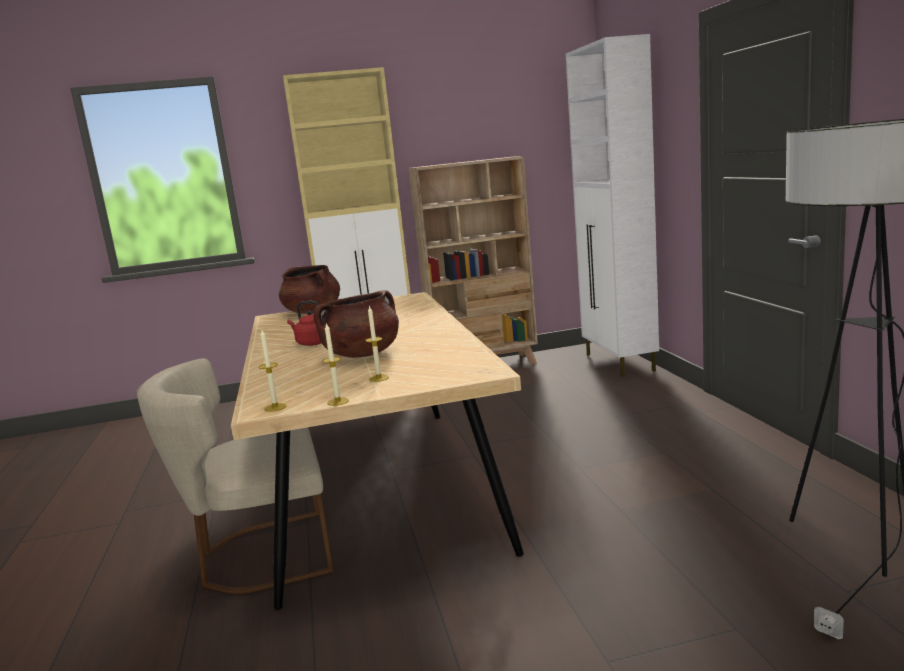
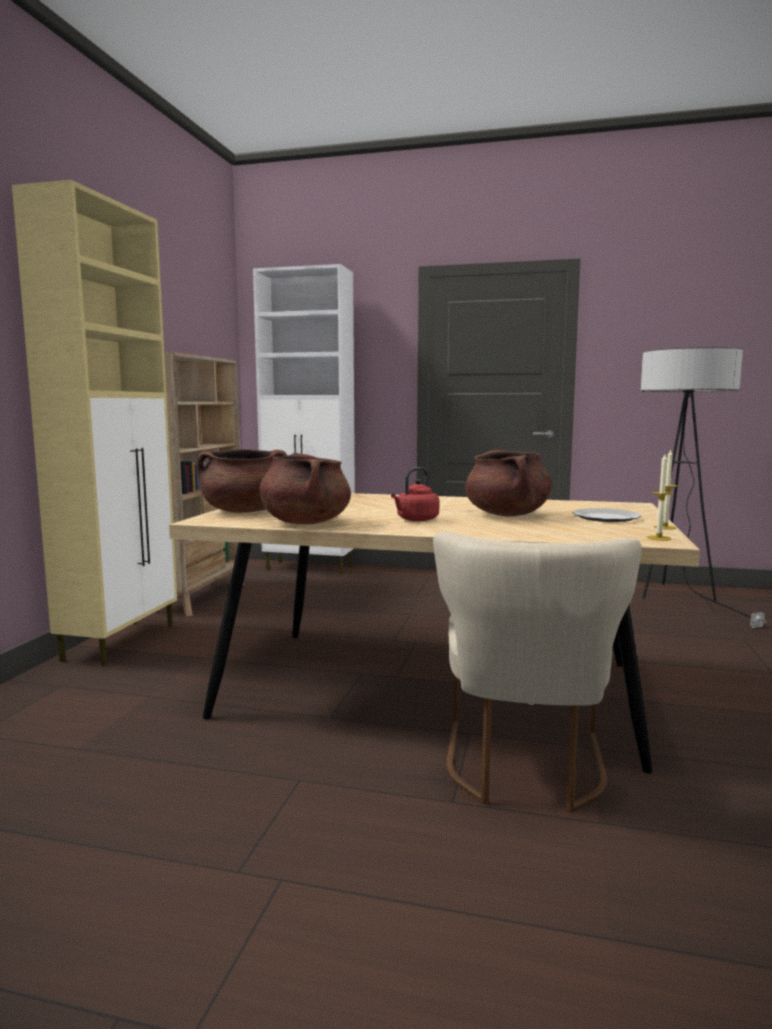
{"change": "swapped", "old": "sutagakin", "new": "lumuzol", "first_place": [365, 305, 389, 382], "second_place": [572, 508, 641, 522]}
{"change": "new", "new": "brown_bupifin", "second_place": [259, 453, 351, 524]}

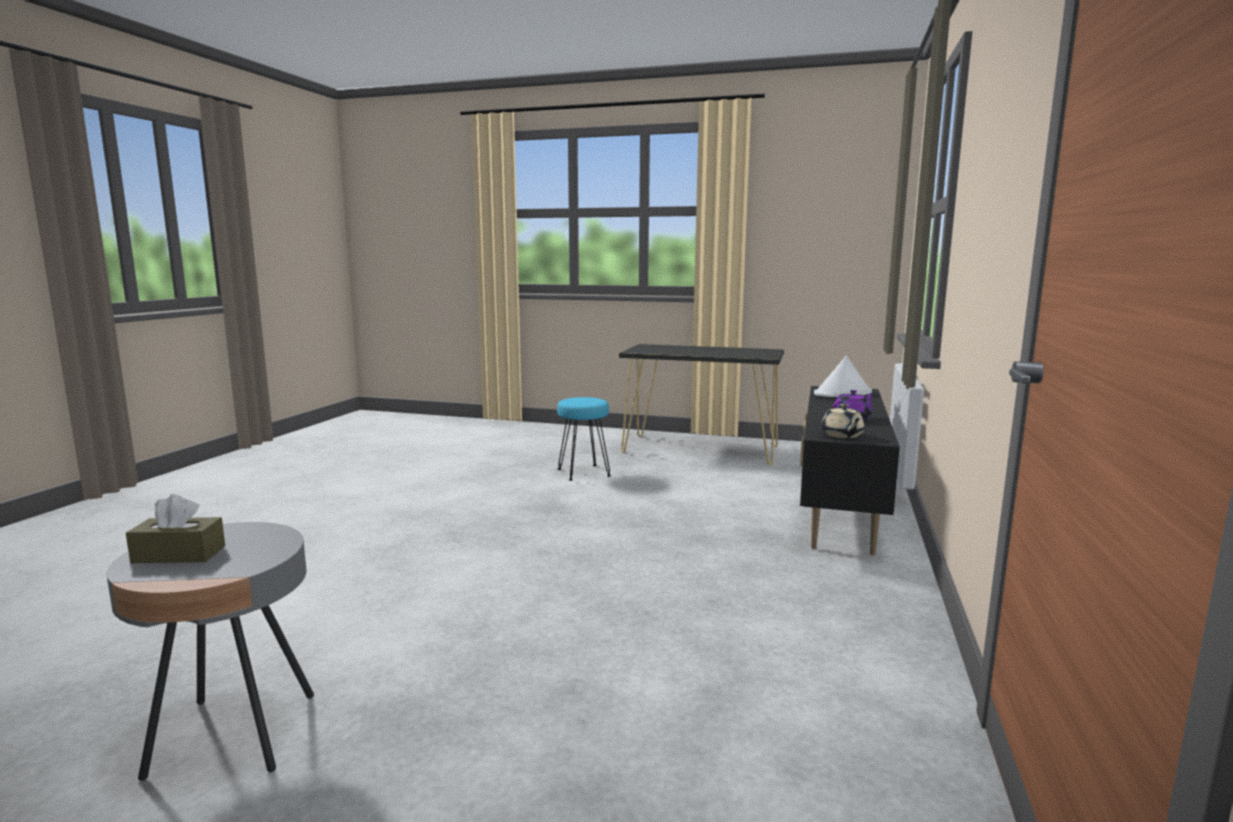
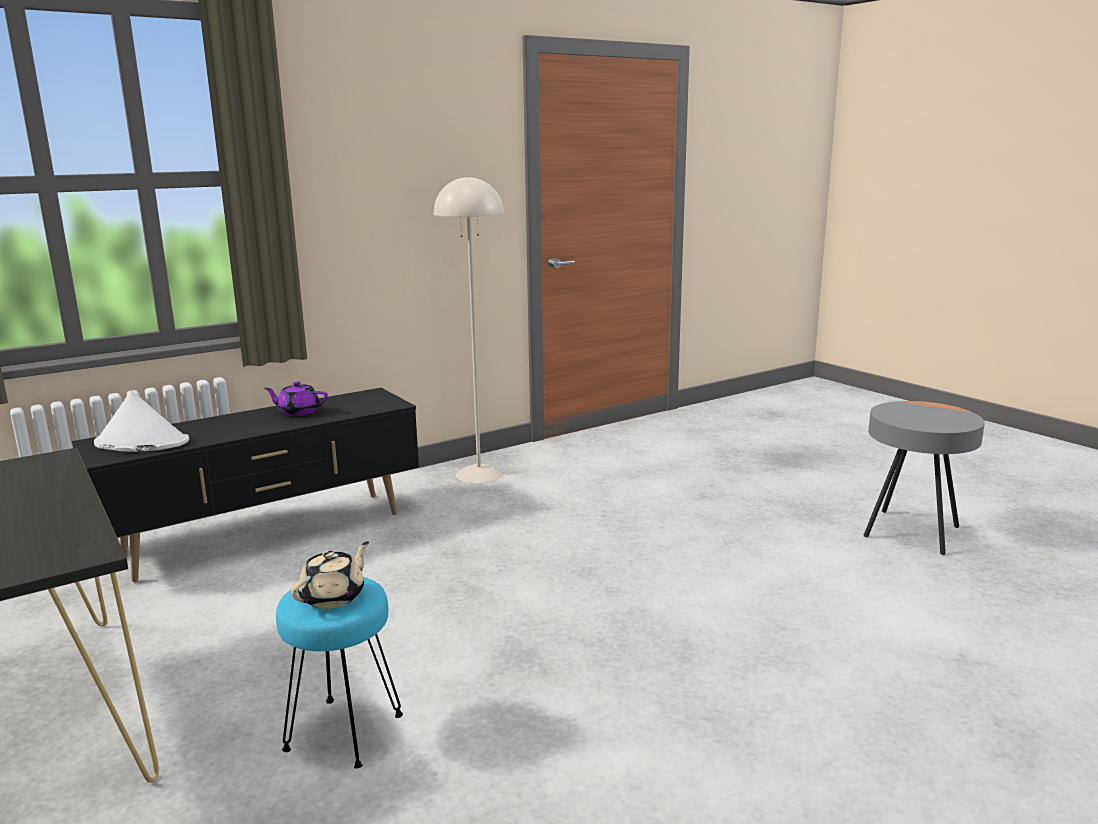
{"change": "shifted", "old": "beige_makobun", "first_place": [821, 404, 864, 438], "second_place": [291, 541, 369, 609]}
{"change": "gone", "old": "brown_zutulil", "first_place": [126, 494, 225, 563]}
{"change": "new", "new": "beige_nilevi", "second_place": [434, 175, 504, 483]}

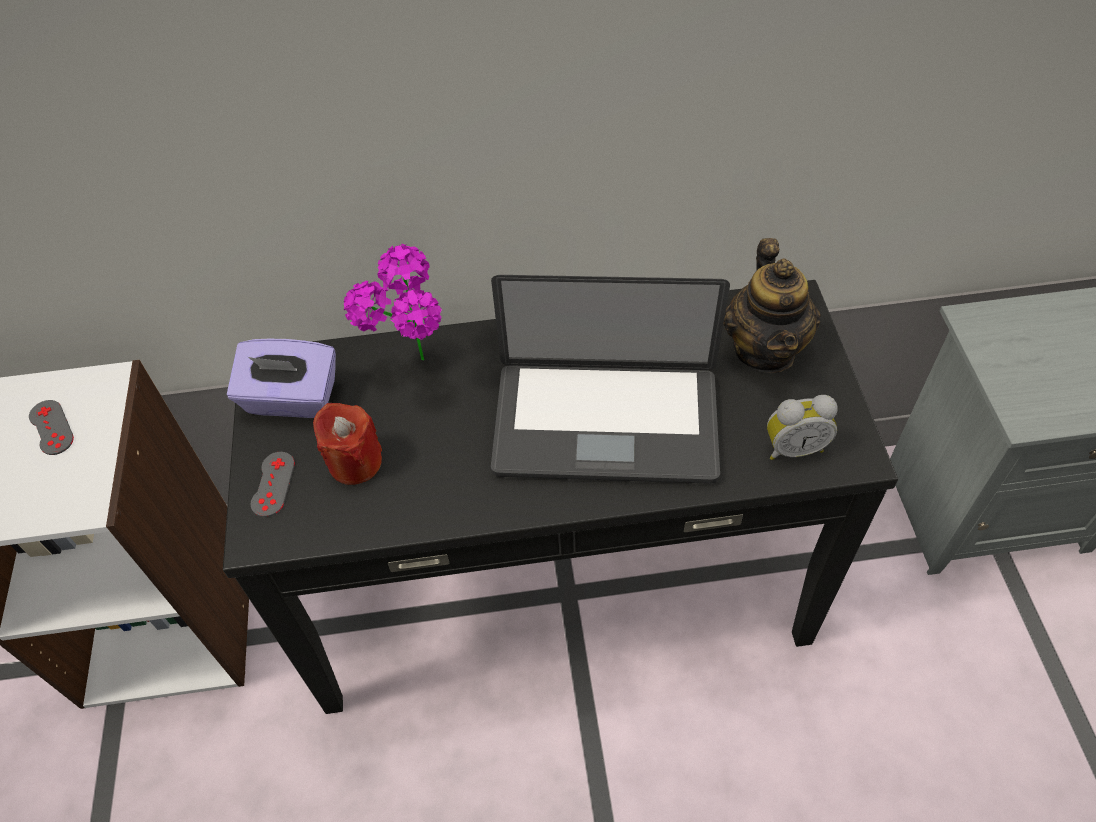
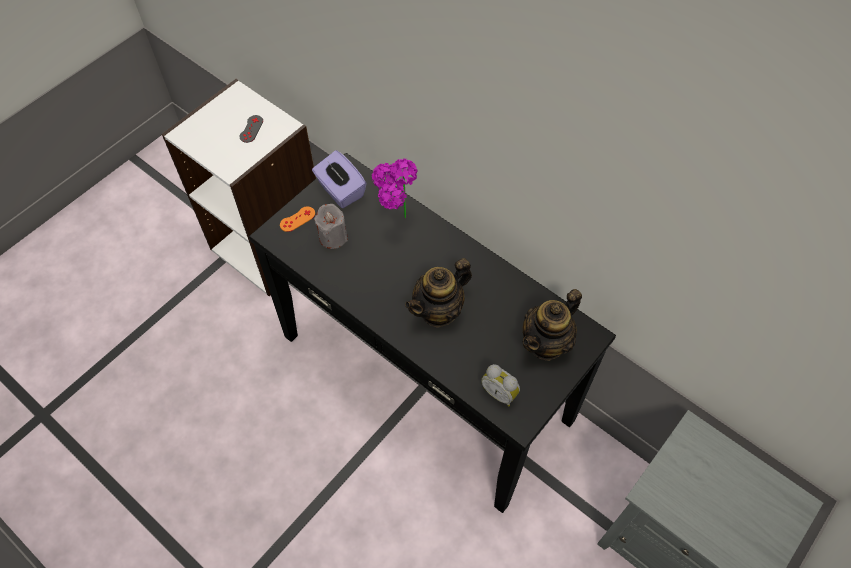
{"change": "swapped", "old": "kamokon", "new": "makobun", "first_place": [491, 275, 730, 484], "second_place": [405, 258, 472, 328]}
{"change": "repainted", "old": "red_sutagakin", "new": "grey_sutagakin", "first_place": [313, 403, 382, 485], "second_place": [314, 204, 348, 249]}
{"change": "repainted", "old": "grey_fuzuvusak", "new": "orange_fuzuvusak", "first_place": [251, 452, 295, 517], "second_place": [280, 206, 315, 232]}

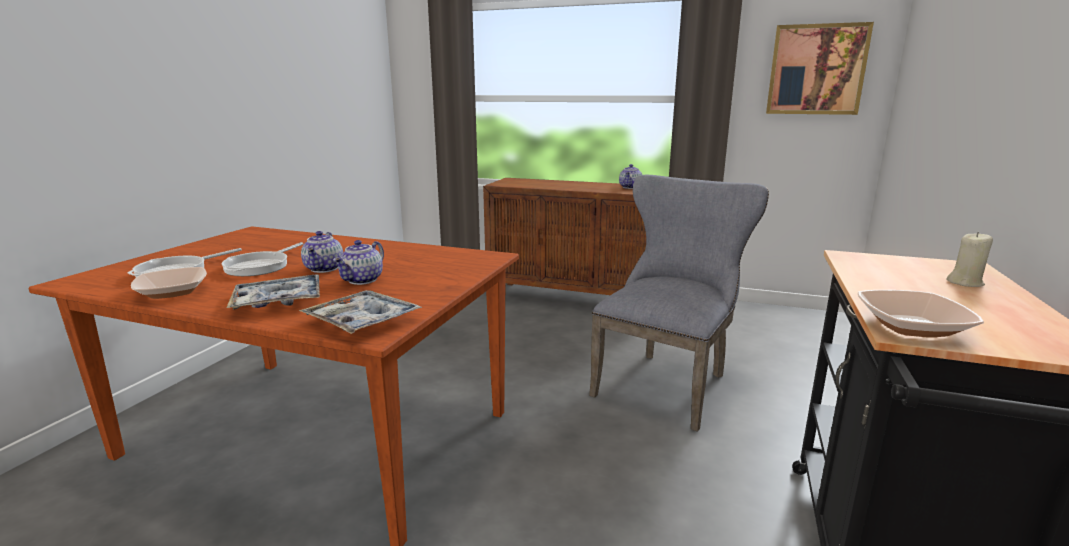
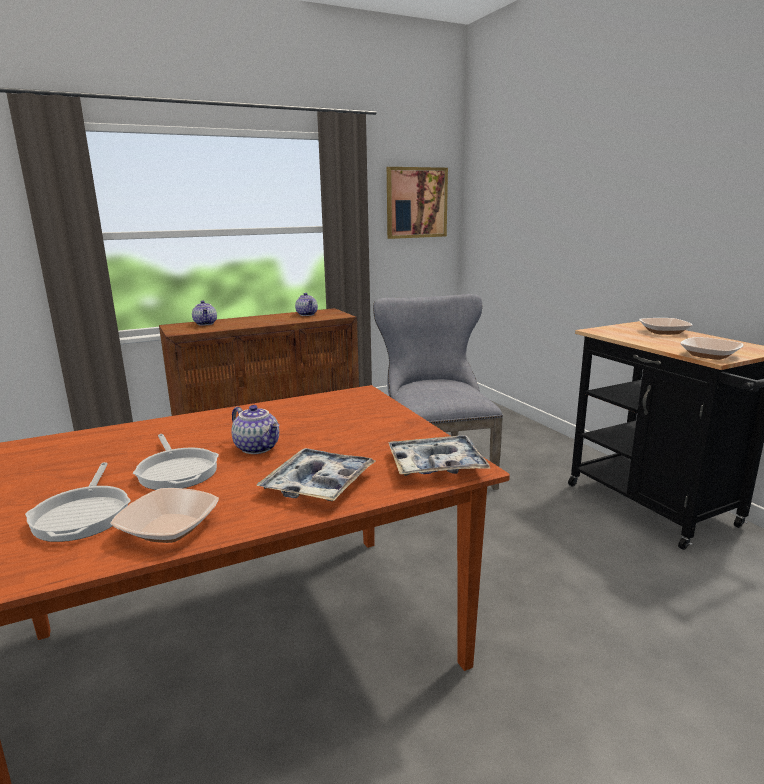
{"change": "swapped", "old": "beige_sutagakin", "new": "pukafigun", "first_place": [946, 232, 993, 287], "second_place": [639, 318, 692, 335]}
{"change": "shifted", "old": "makobun", "first_place": [333, 240, 384, 285], "second_place": [192, 300, 217, 326]}

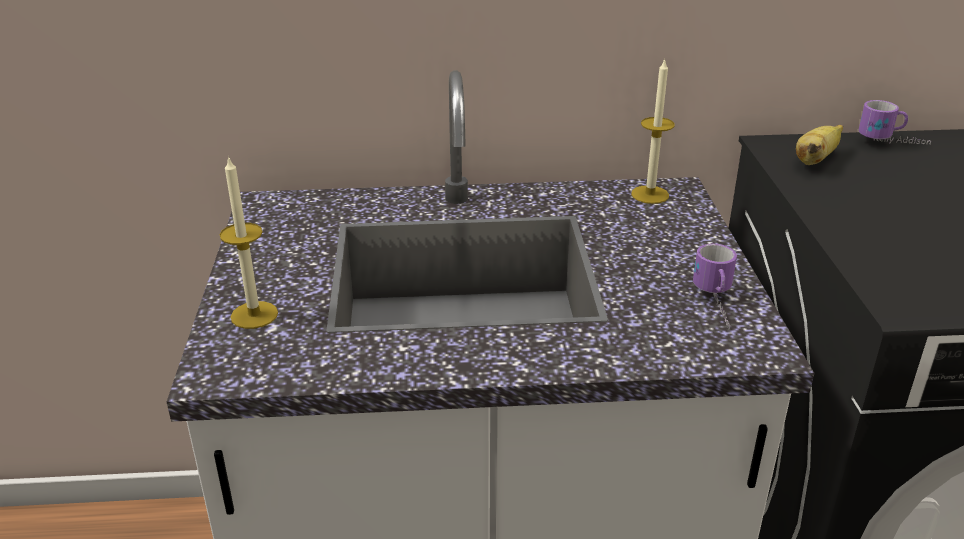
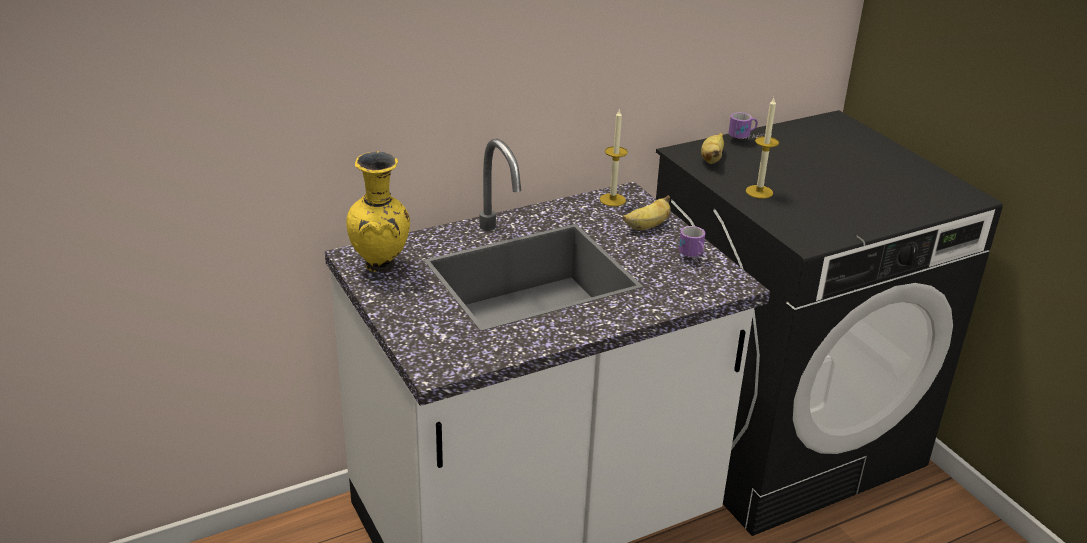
{"change": "shifted", "old": "sutagakin", "first_place": [220, 156, 278, 329], "second_place": [746, 98, 779, 199]}
{"change": "new", "new": "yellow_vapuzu", "second_place": [346, 152, 410, 273]}
{"change": "new", "new": "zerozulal", "second_place": [623, 196, 671, 230]}

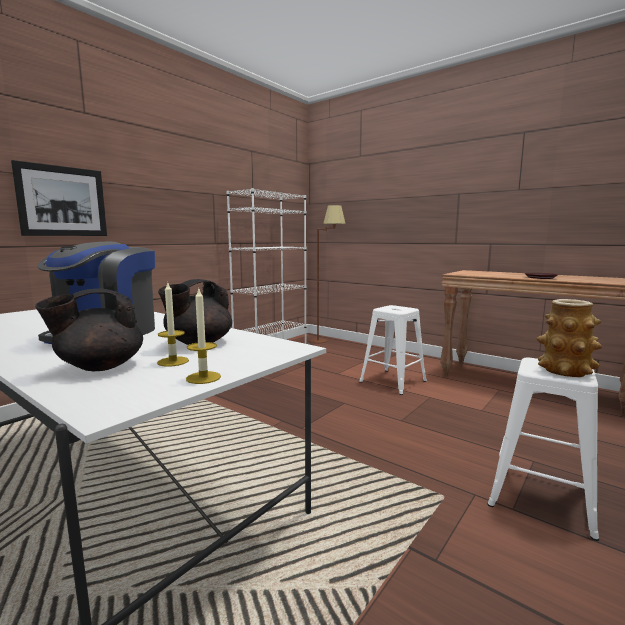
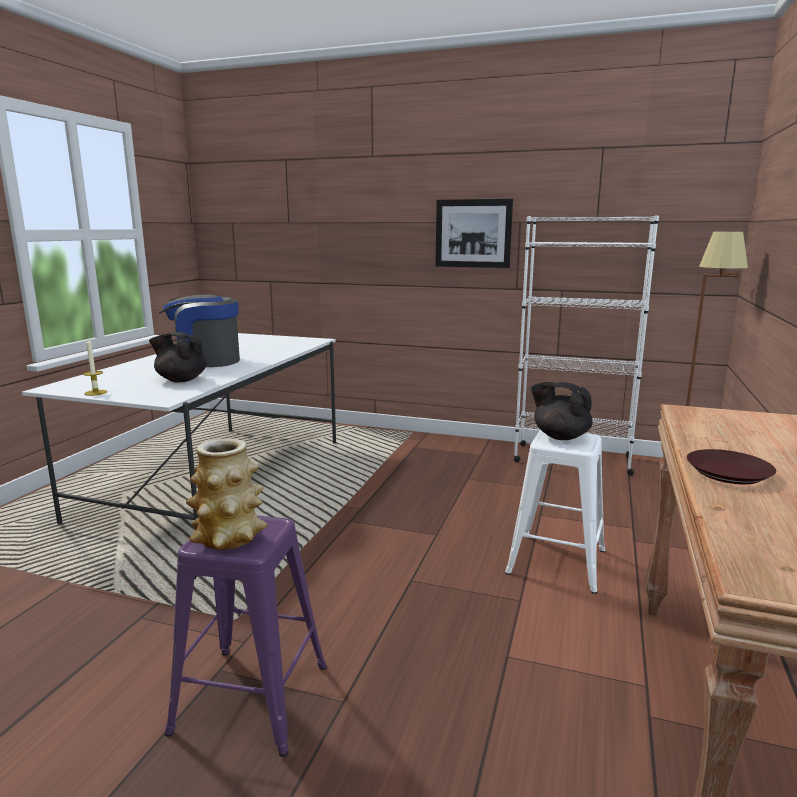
{"change": "shifted", "old": "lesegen", "first_place": [11, 160, 107, 236], "second_place": [436, 199, 513, 268]}
{"change": "gone", "old": "sutagakin", "first_place": [157, 283, 189, 367]}
{"change": "shifted", "old": "black_makobun", "first_place": [35, 289, 143, 371], "second_place": [531, 382, 593, 440]}
{"change": "repainted", "old": "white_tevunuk", "new": "purple_tevunuk", "first_place": [487, 358, 599, 541], "second_place": [165, 516, 327, 757]}

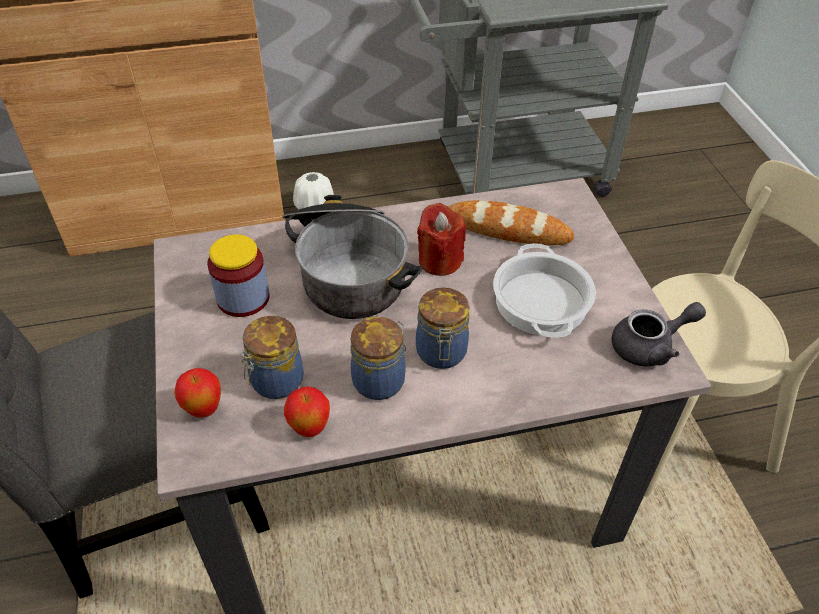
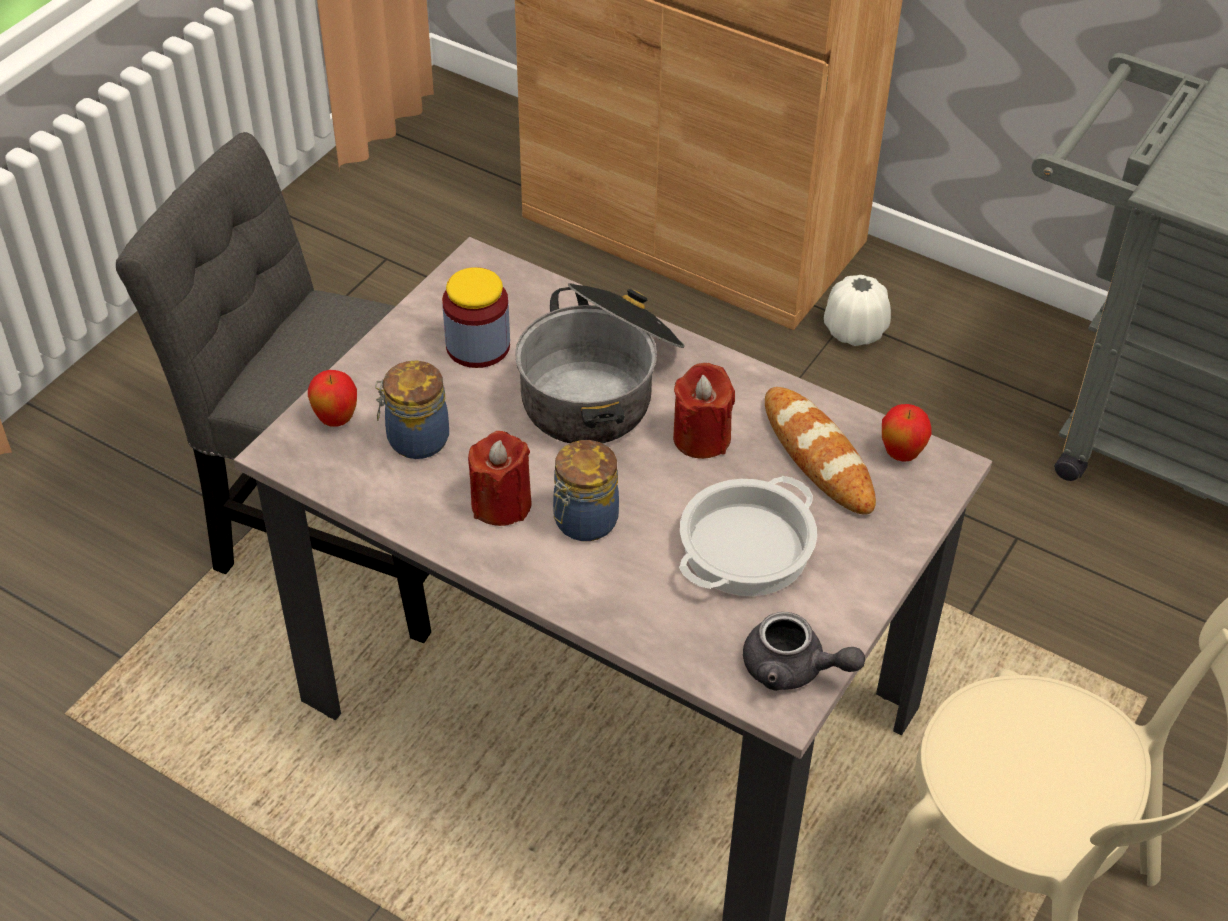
{"change": "swapped", "old": "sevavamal", "new": "red_sutagakin", "first_place": [350, 317, 406, 400], "second_place": [468, 431, 531, 526]}
{"change": "shifted", "old": "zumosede", "first_place": [284, 386, 330, 437], "second_place": [882, 404, 932, 462]}

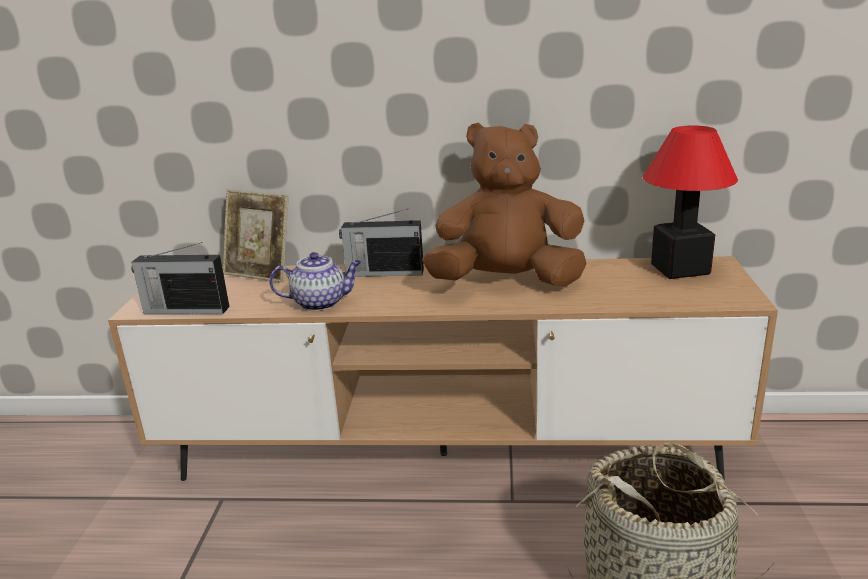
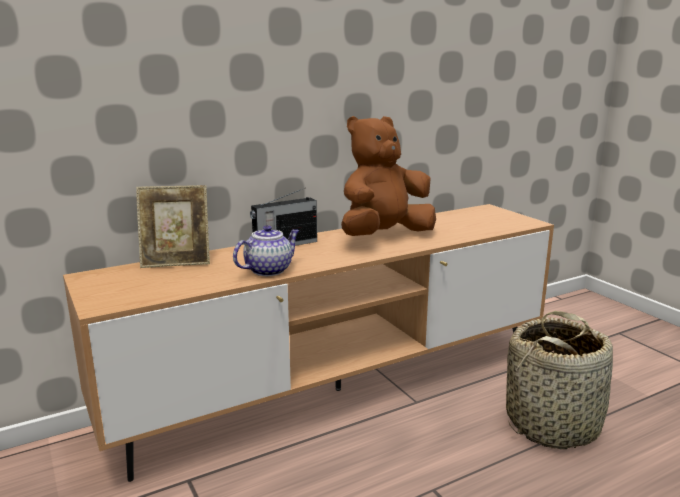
{"change": "gone", "old": "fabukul", "first_place": [643, 125, 738, 279]}
{"change": "gone", "old": "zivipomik", "first_place": [131, 242, 229, 314]}

